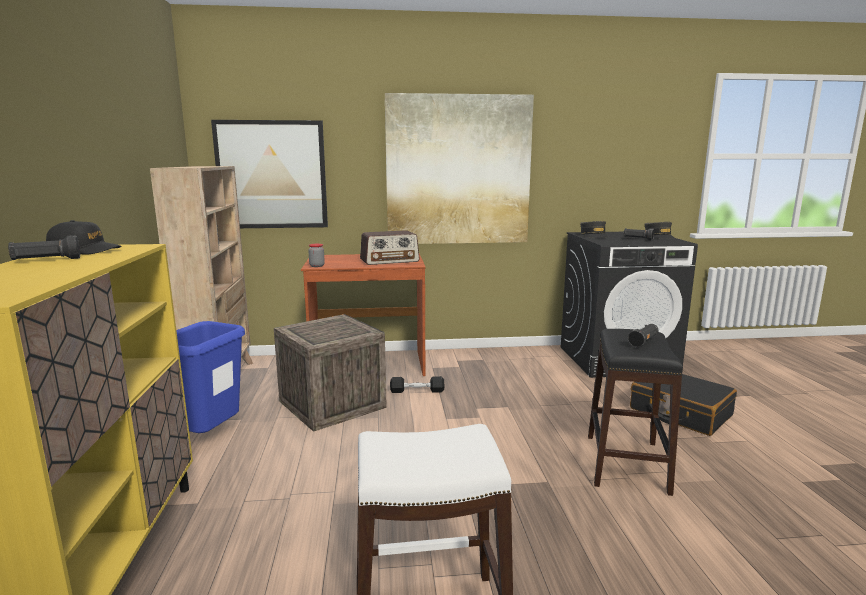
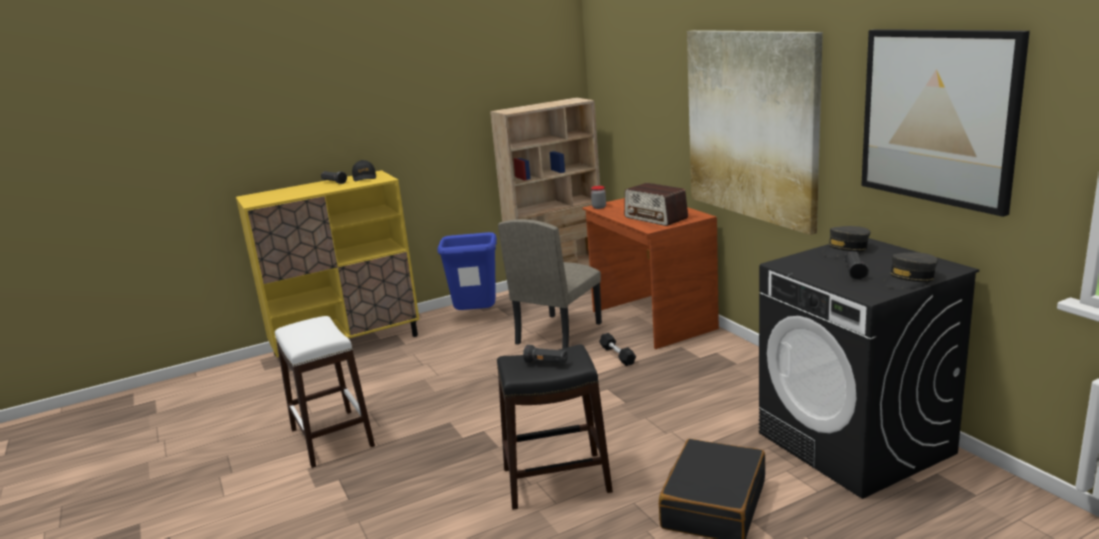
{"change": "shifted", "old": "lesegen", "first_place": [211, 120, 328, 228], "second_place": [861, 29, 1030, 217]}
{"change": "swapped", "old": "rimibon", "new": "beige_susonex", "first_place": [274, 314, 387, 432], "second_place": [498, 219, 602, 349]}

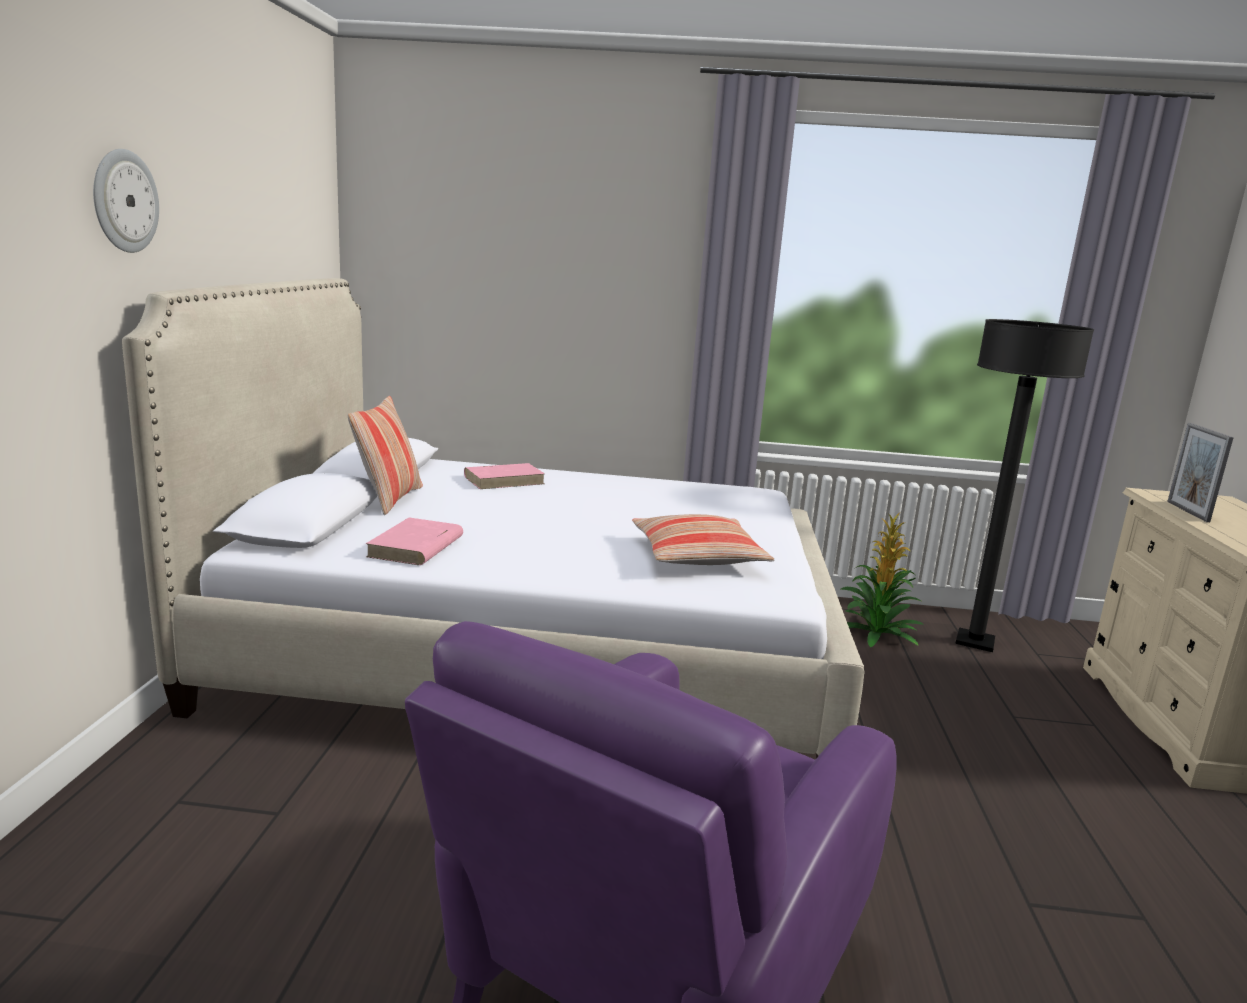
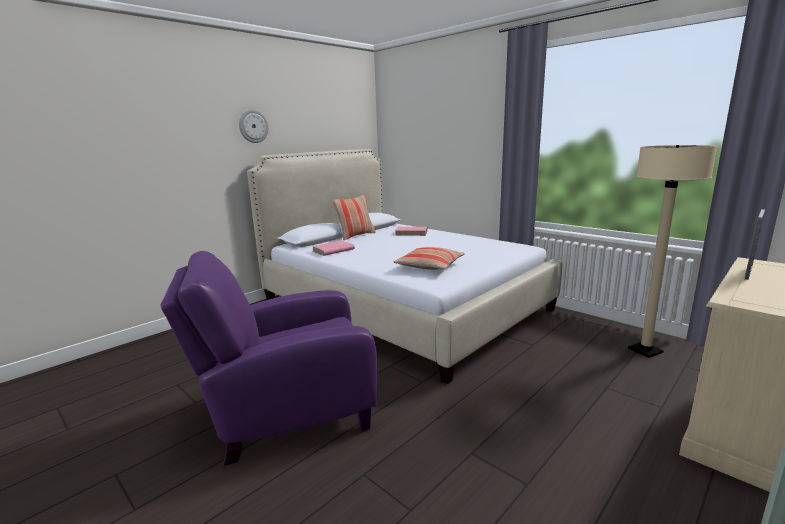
{"change": "repainted", "old": "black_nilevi", "new": "beige_nilevi", "first_place": [955, 319, 1094, 652], "second_place": [628, 145, 718, 358]}
{"change": "gone", "old": "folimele", "first_place": [841, 513, 924, 647]}

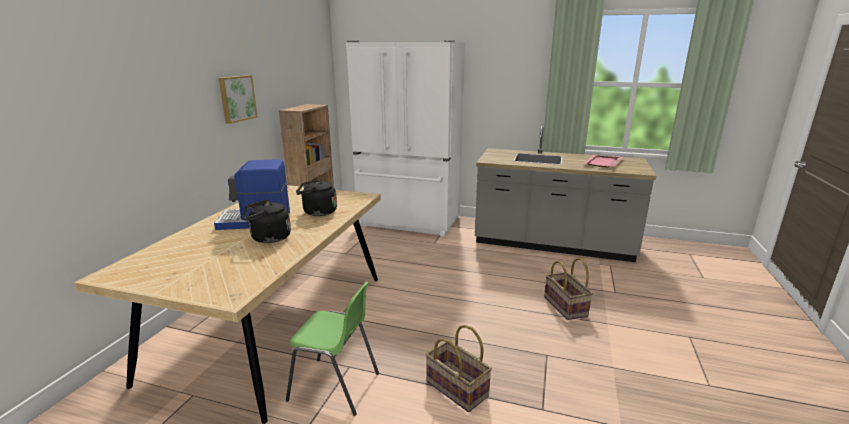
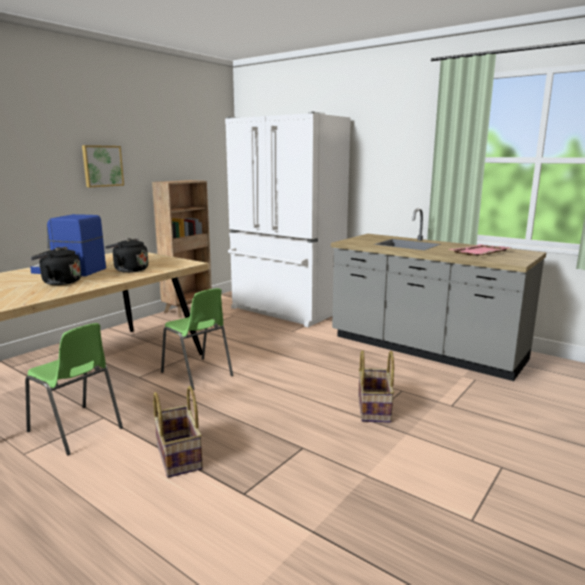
{"change": "new", "new": "green_susonex", "second_place": [161, 288, 233, 390]}

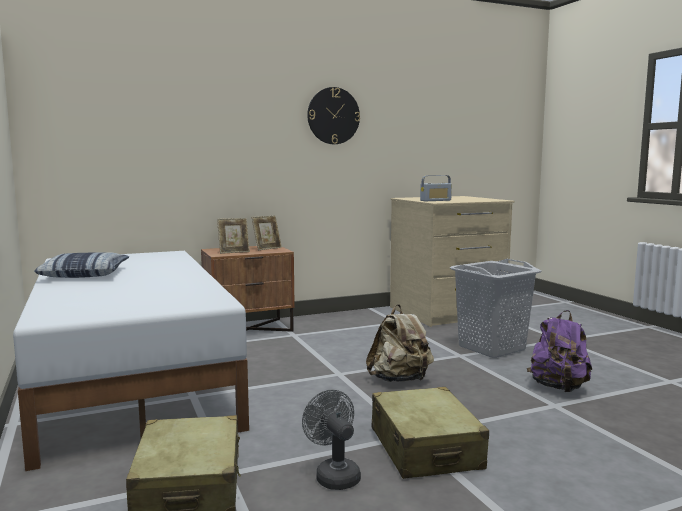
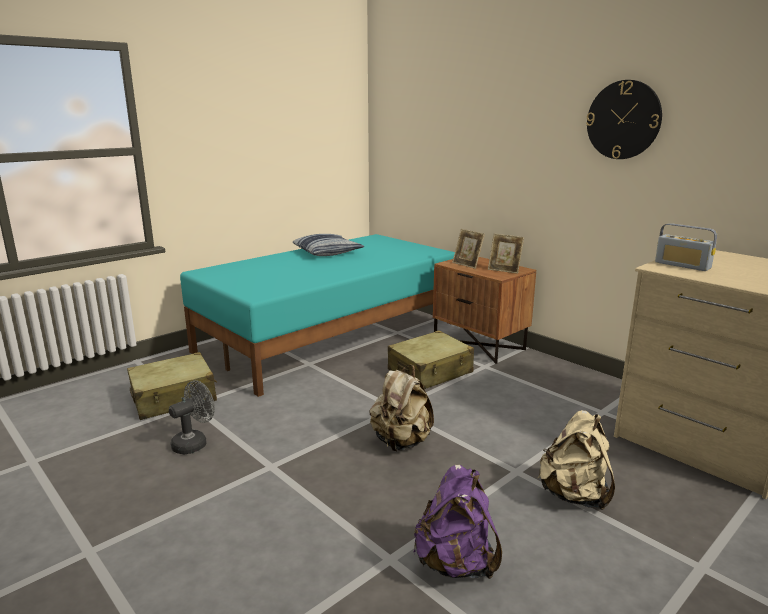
{"change": "repainted", "old": "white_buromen", "new": "turquoise_buromen", "first_place": [13, 251, 249, 471], "second_place": [180, 234, 455, 397]}
{"change": "swapped", "old": "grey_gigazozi", "new": "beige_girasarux", "first_place": [450, 259, 542, 358], "second_place": [538, 410, 615, 510]}
{"change": "shifted", "old": "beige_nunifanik", "first_place": [372, 387, 489, 479], "second_place": [388, 331, 474, 389]}

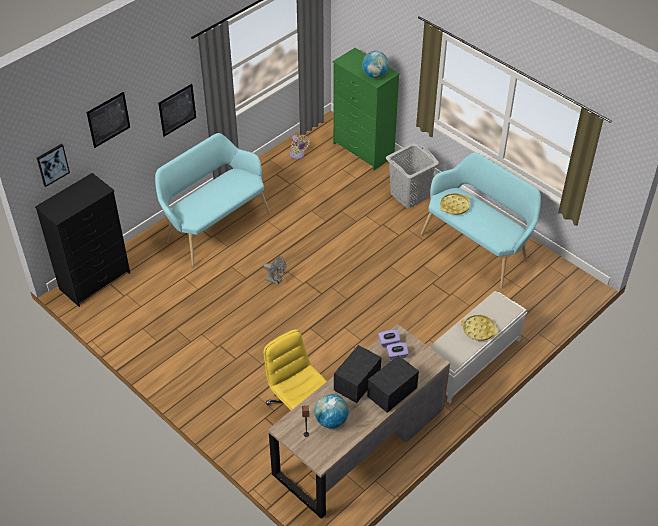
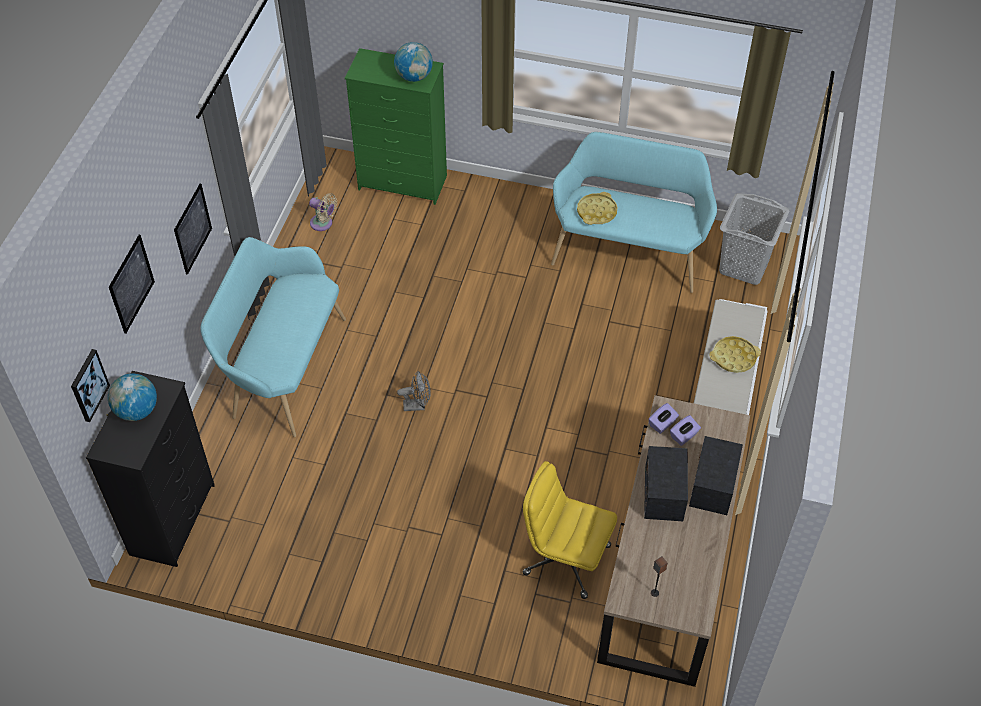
{"change": "shifted", "old": "grey_gigazozi", "first_place": [386, 143, 439, 208], "second_place": [719, 193, 789, 285]}
{"change": "shifted", "old": "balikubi", "first_place": [314, 394, 349, 428], "second_place": [108, 373, 157, 421]}

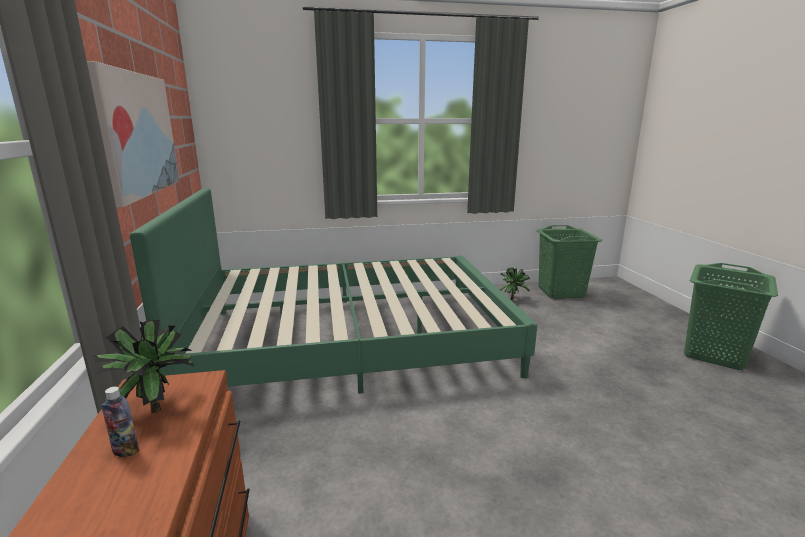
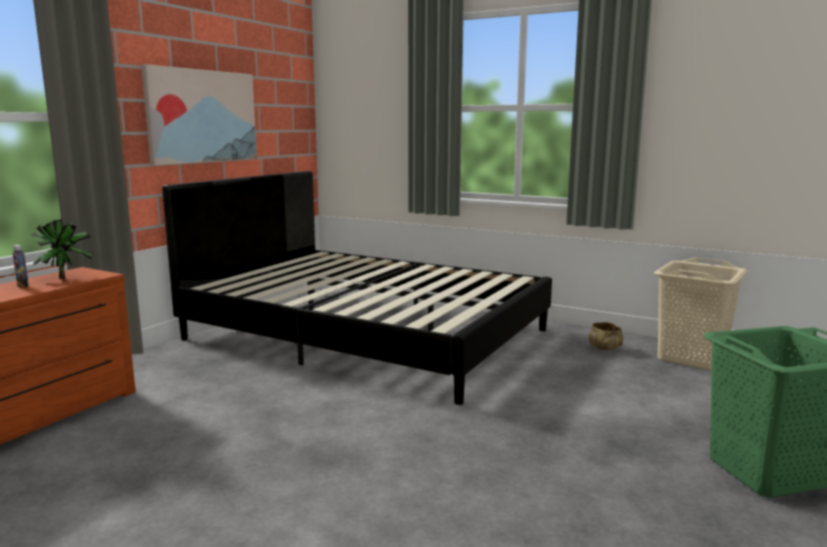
{"change": "repainted", "old": "green_buromen", "new": "black_buromen", "first_place": [130, 188, 537, 394], "second_place": [162, 171, 552, 405]}
{"change": "repainted", "old": "green_gigazozi", "new": "beige_gigazozi", "first_place": [536, 225, 603, 299], "second_place": [654, 258, 748, 371]}
{"change": "swapped", "old": "folimele", "new": "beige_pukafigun", "first_place": [500, 268, 530, 300], "second_place": [588, 322, 623, 351]}

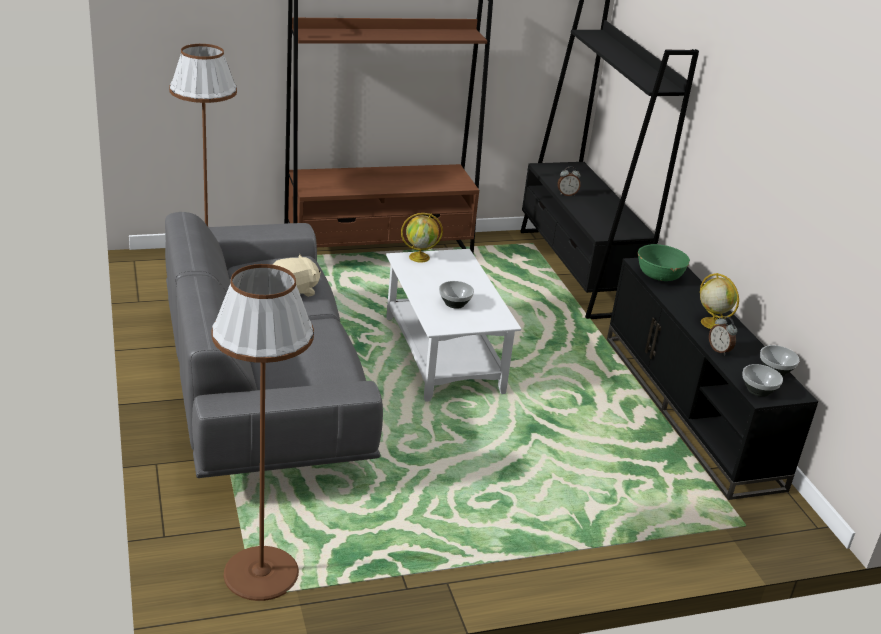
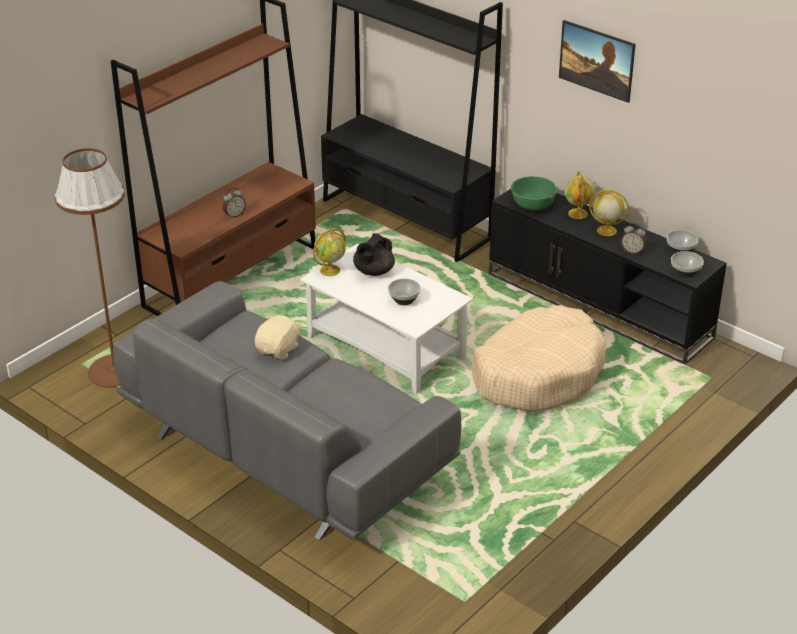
{"change": "shifted", "old": "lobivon", "first_place": [557, 166, 581, 196], "second_place": [223, 188, 246, 219]}
{"change": "gone", "old": "brown_nilevi", "first_place": [211, 264, 314, 601]}
{"change": "new", "new": "lesegen", "second_place": [559, 20, 636, 103]}
{"change": "new", "new": "balikubi", "second_place": [565, 171, 596, 219]}
{"change": "new", "new": "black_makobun", "second_place": [353, 233, 395, 276]}
{"change": "new", "new": "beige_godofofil", "second_place": [472, 305, 606, 411]}

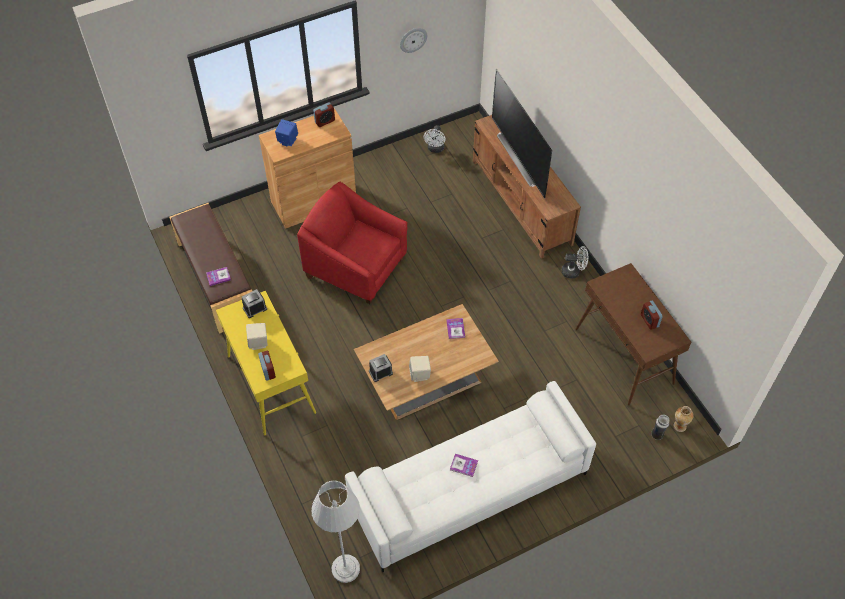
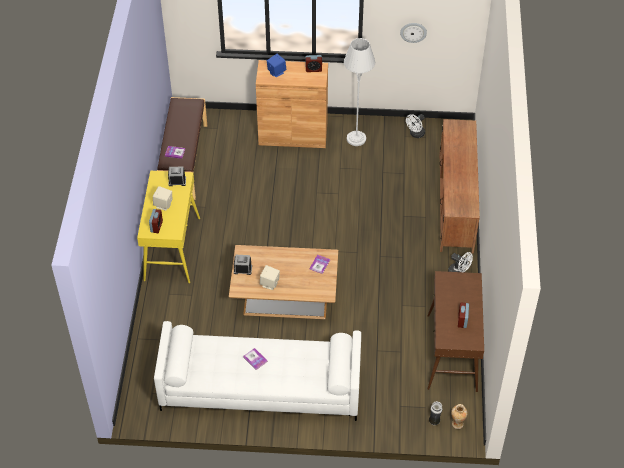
{"change": "gone", "old": "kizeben", "first_place": [492, 69, 552, 199]}
{"change": "gone", "old": "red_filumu", "first_place": [297, 181, 407, 304]}
{"change": "shifted", "old": "grey_nilevi", "first_place": [312, 481, 360, 583], "second_place": [344, 38, 375, 146]}

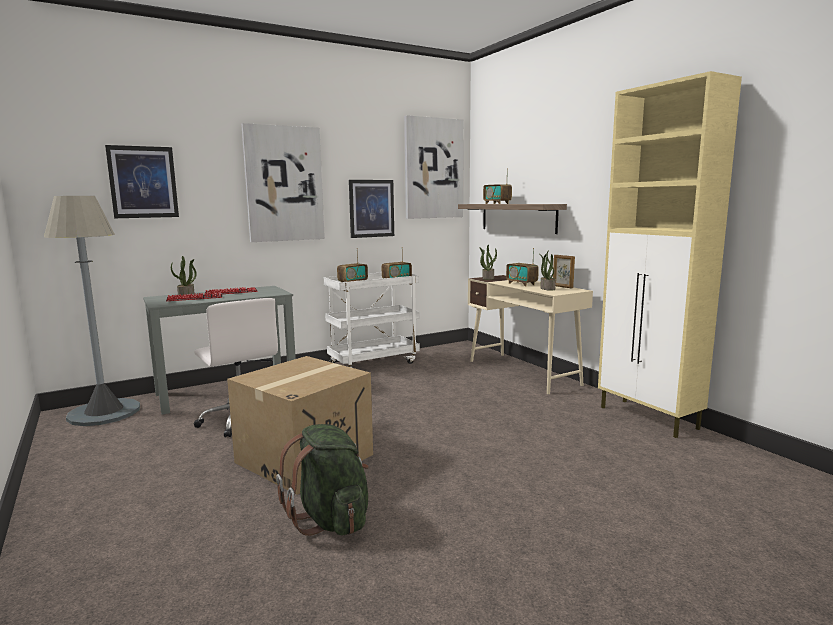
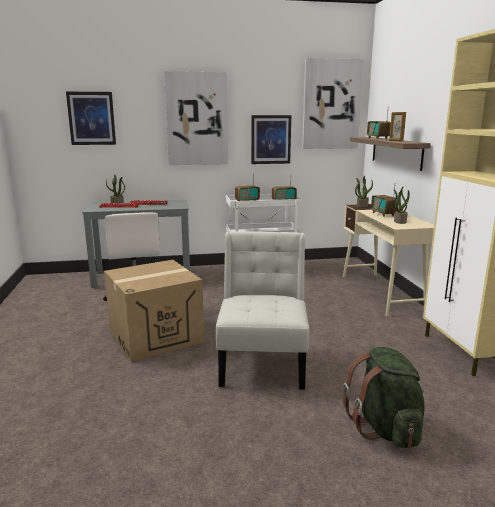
{"change": "gone", "old": "grey_nilevi", "first_place": [44, 196, 140, 426]}
{"change": "shifted", "old": "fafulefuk", "first_place": [553, 255, 575, 289], "second_place": [389, 112, 406, 141]}
{"change": "shifted", "old": "green_girasarux", "first_place": [276, 424, 369, 536], "second_place": [343, 347, 425, 448]}
{"change": "new", "new": "white_susonex", "second_place": [216, 231, 309, 390]}

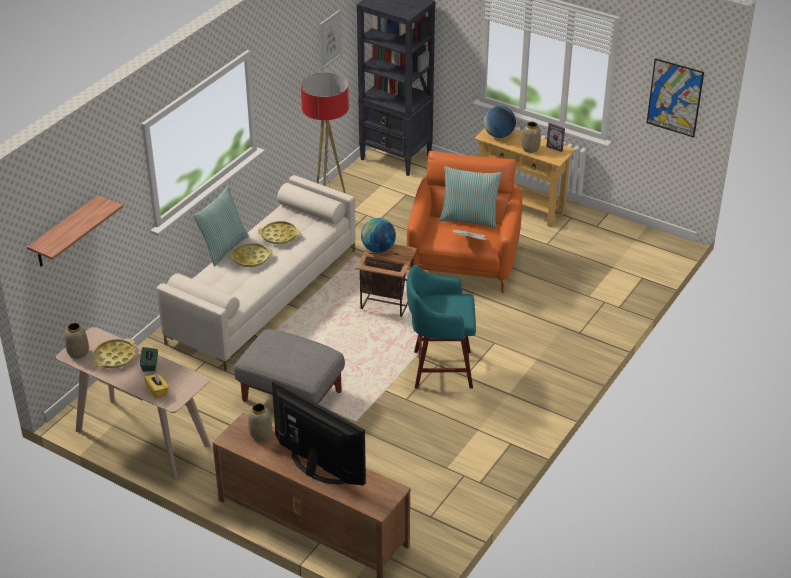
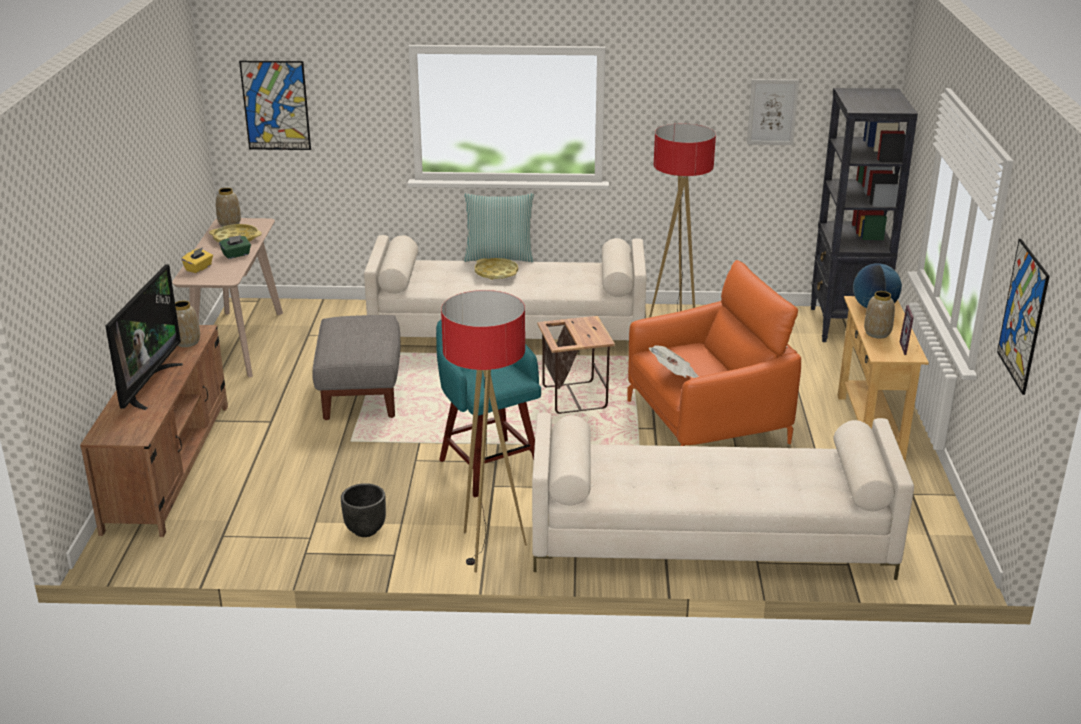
{"change": "gone", "old": "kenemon", "first_place": [439, 166, 502, 228]}
{"change": "swapped", "old": "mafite", "new": "lesegen", "first_place": [27, 195, 123, 266], "second_place": [239, 61, 311, 150]}
{"change": "gone", "old": "balikubi", "first_place": [361, 218, 396, 253]}
{"change": "gone", "old": "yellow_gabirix", "first_place": [258, 221, 301, 244]}
{"change": "new", "new": "nilevi", "second_place": [441, 290, 527, 572]}
{"change": "new", "new": "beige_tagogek", "second_place": [532, 412, 914, 580]}
{"change": "new", "new": "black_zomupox", "second_place": [341, 483, 386, 537]}

